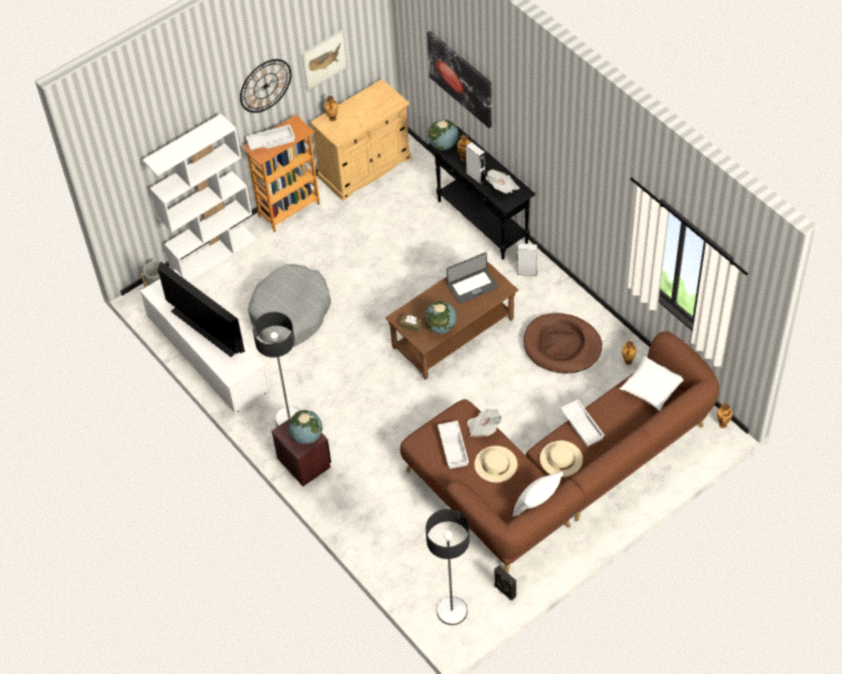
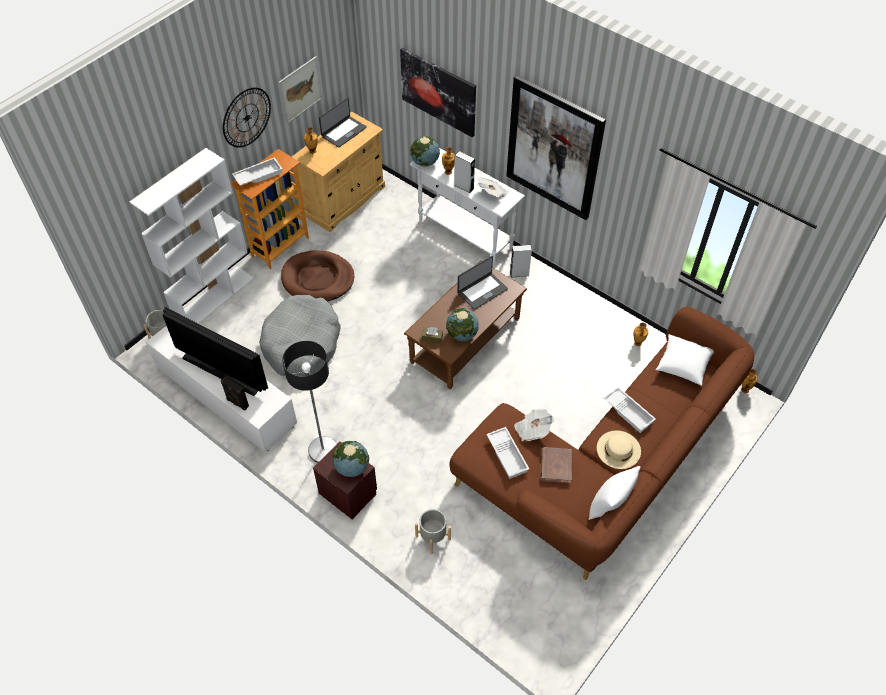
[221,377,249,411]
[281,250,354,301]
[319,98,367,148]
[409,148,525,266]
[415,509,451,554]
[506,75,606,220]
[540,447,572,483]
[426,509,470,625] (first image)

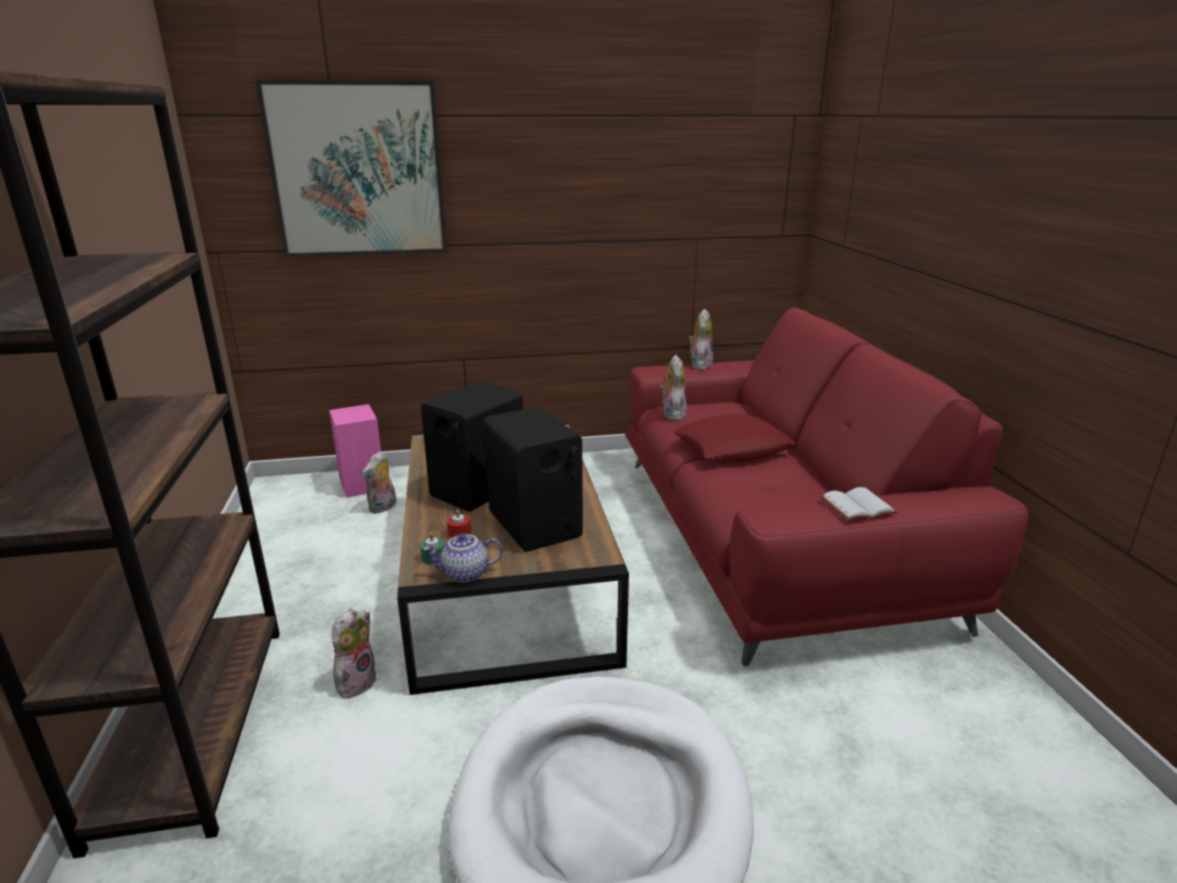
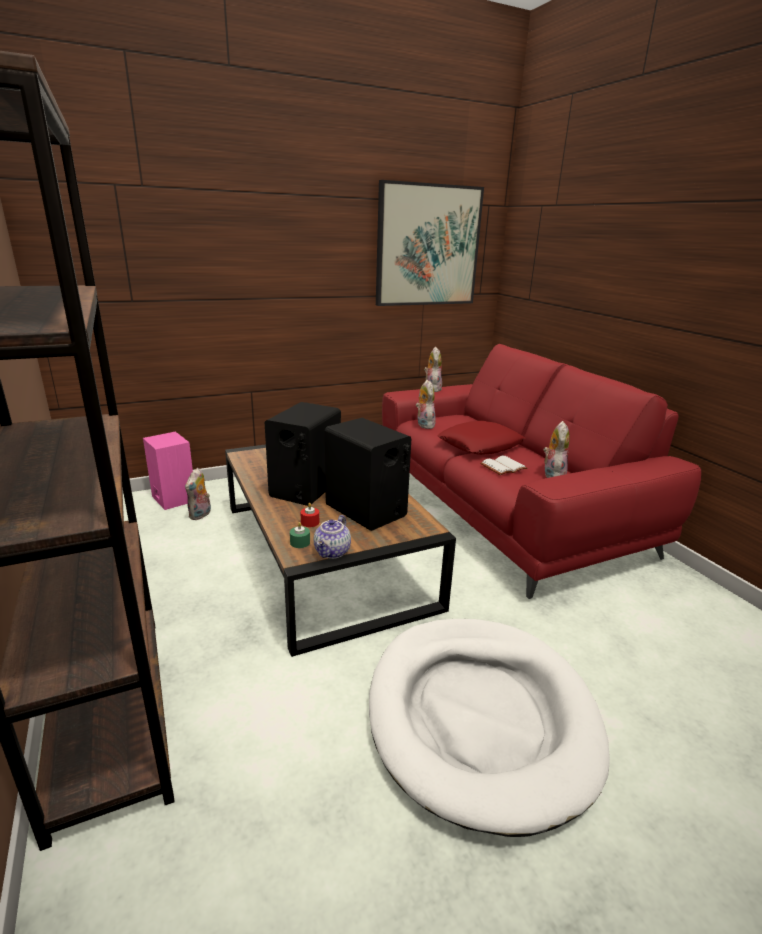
[314,515,351,559]
[376,180,484,306]
[480,456,528,475]
[544,421,570,478]

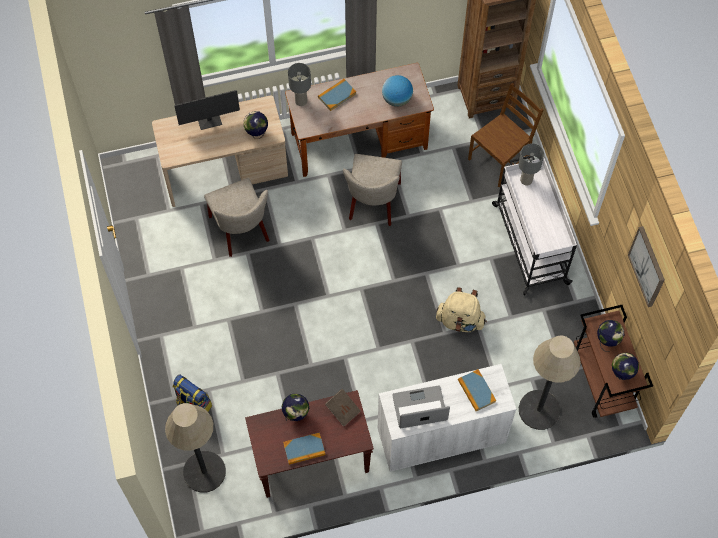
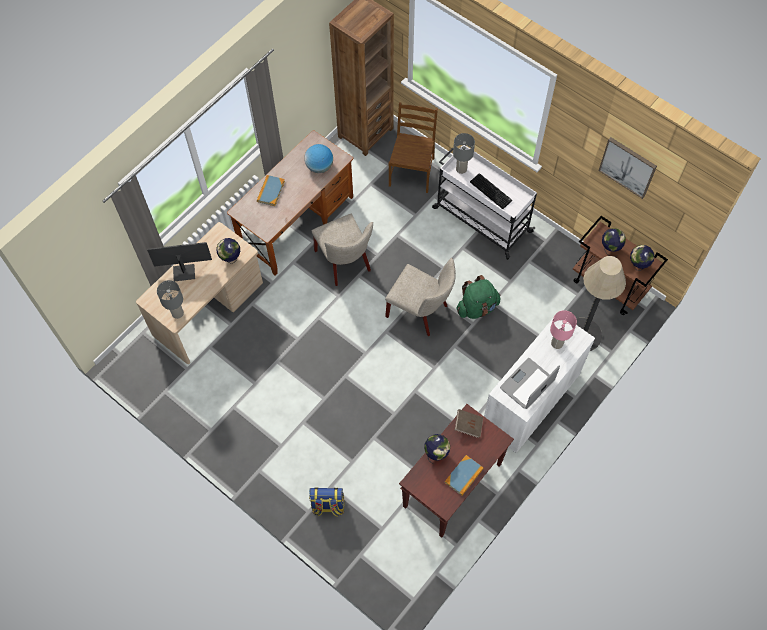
[147,242,212,281]
[157,280,184,319]
[385,258,456,336]
[456,275,501,319]
[470,173,512,209]
[550,310,577,349]
[165,403,226,493] (first image)

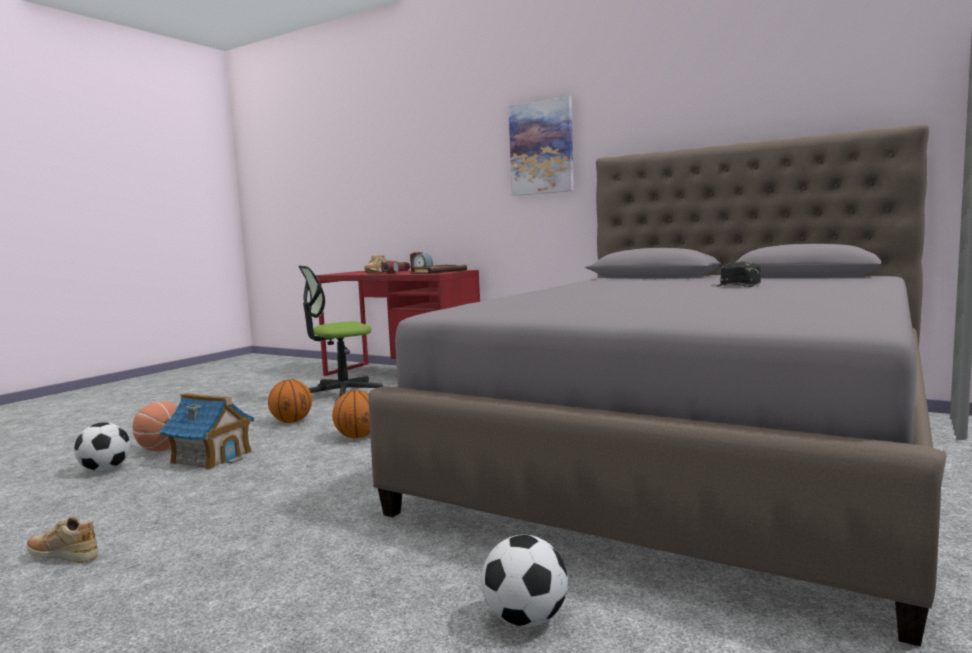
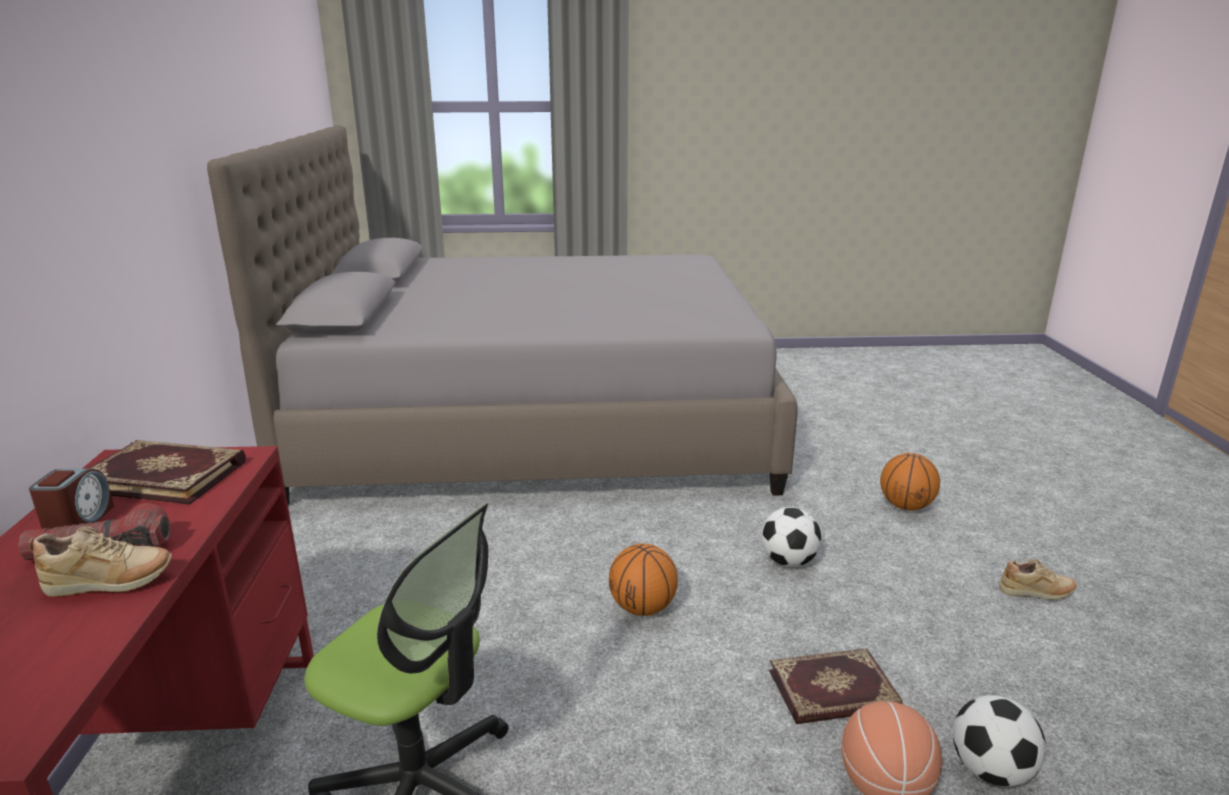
[761,507,821,567]
[769,648,902,724]
[880,453,940,511]
[999,559,1077,600]
[509,96,574,196] (first image)
[716,262,761,287] (first image)

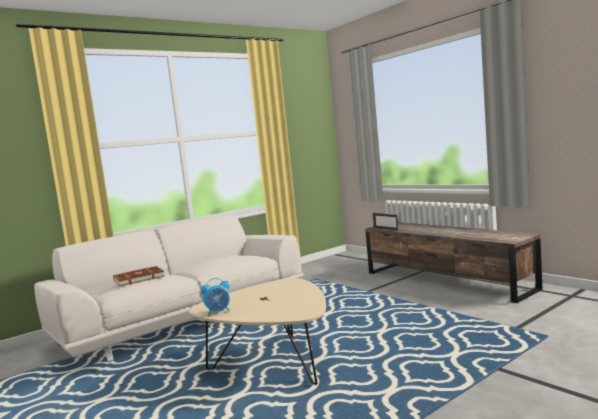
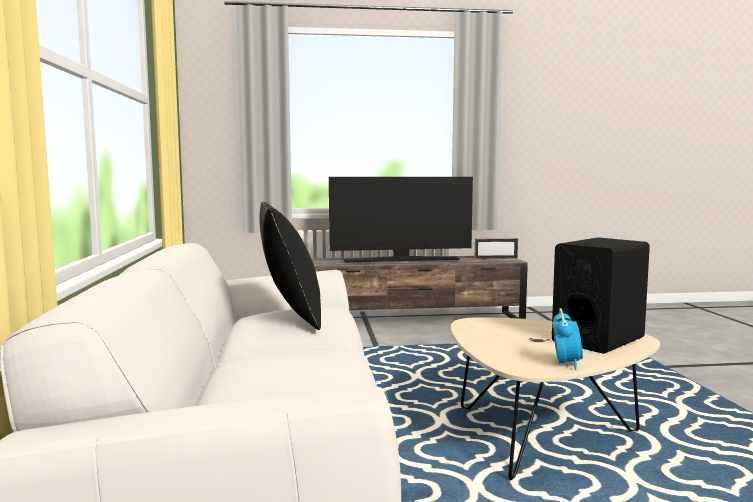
[259,202,321,330]
[329,177,473,262]
[475,238,518,259]
[552,237,650,354]
[113,266,164,287] (first image)

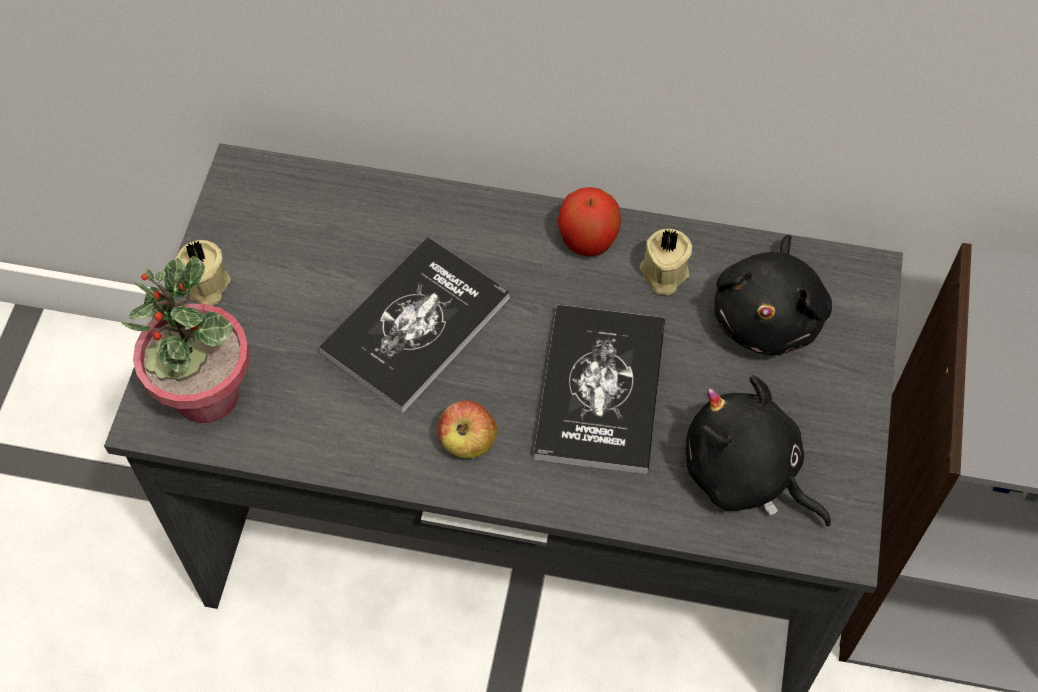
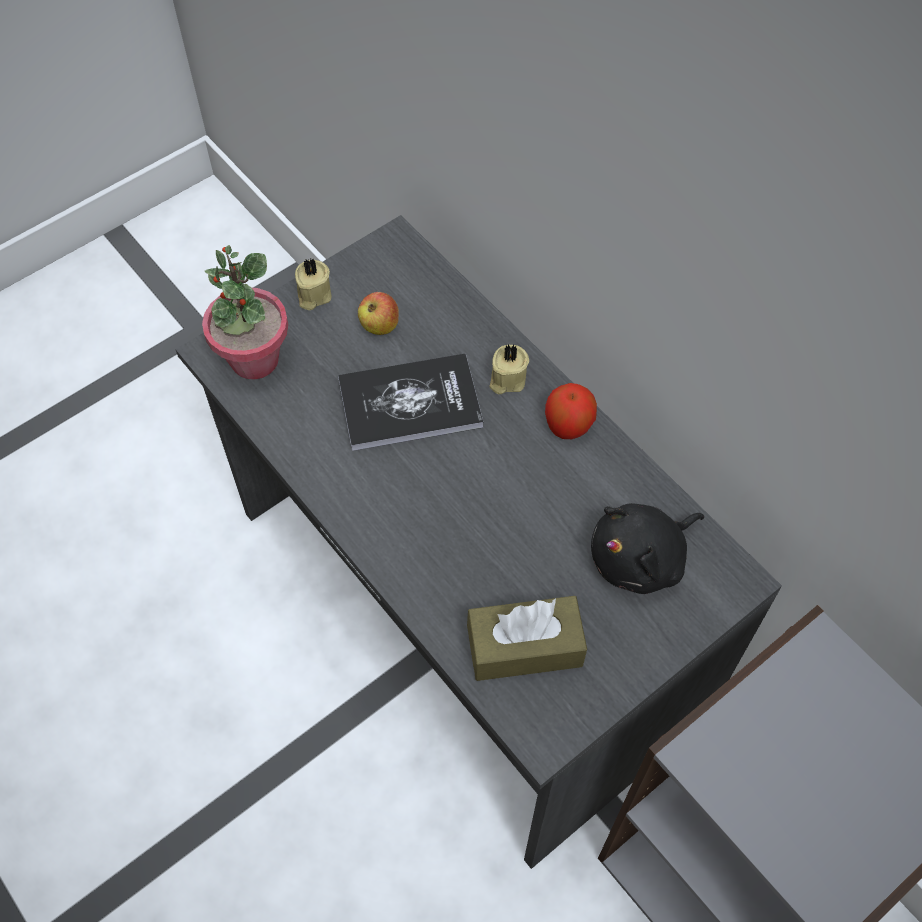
[358,292,399,335]
[467,596,587,681]
[489,344,529,394]
[534,305,665,474] (first image)

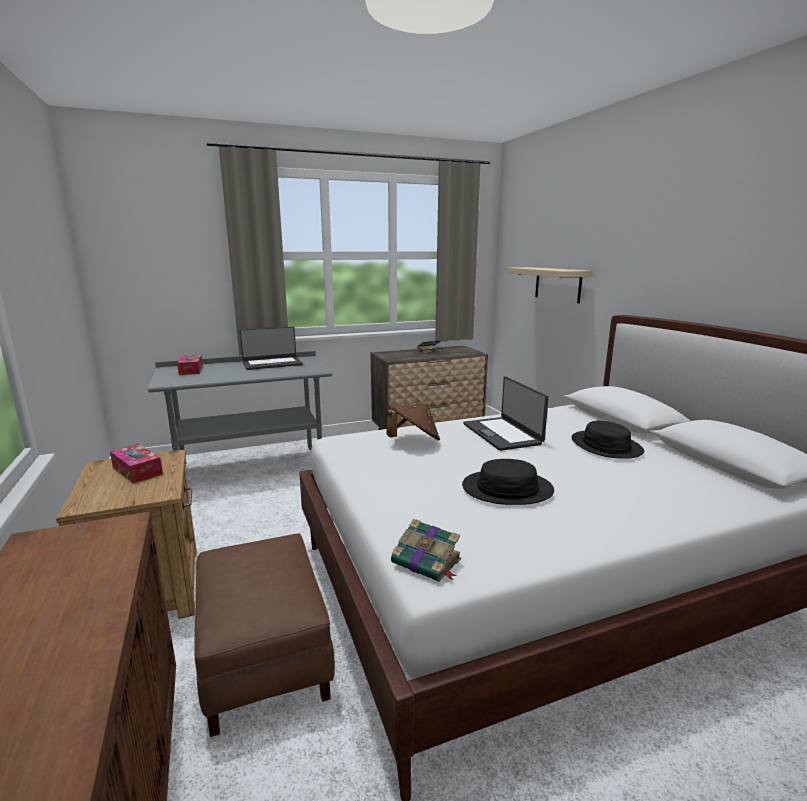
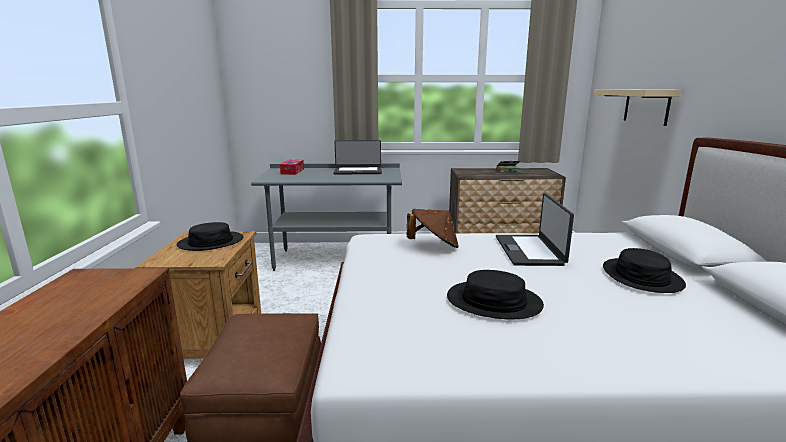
[177,222,243,251]
[391,519,461,582] (first image)

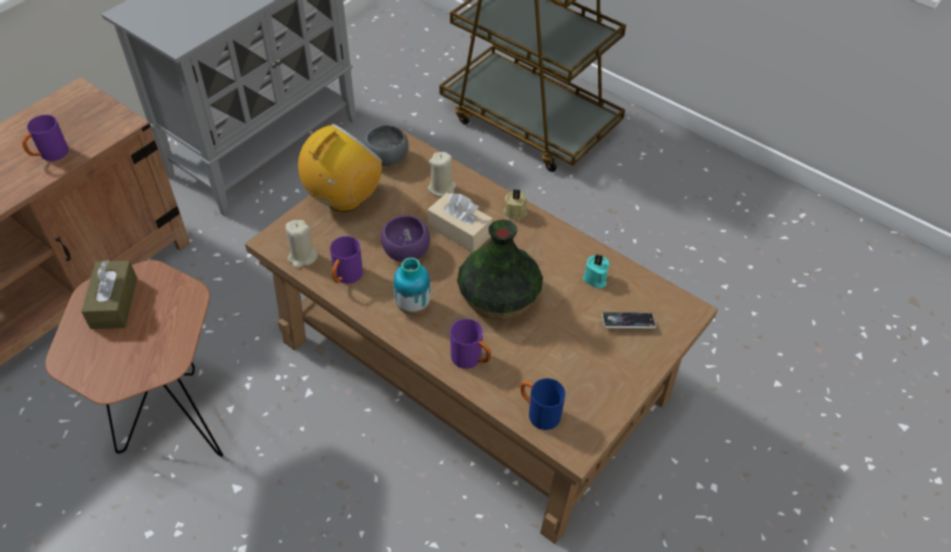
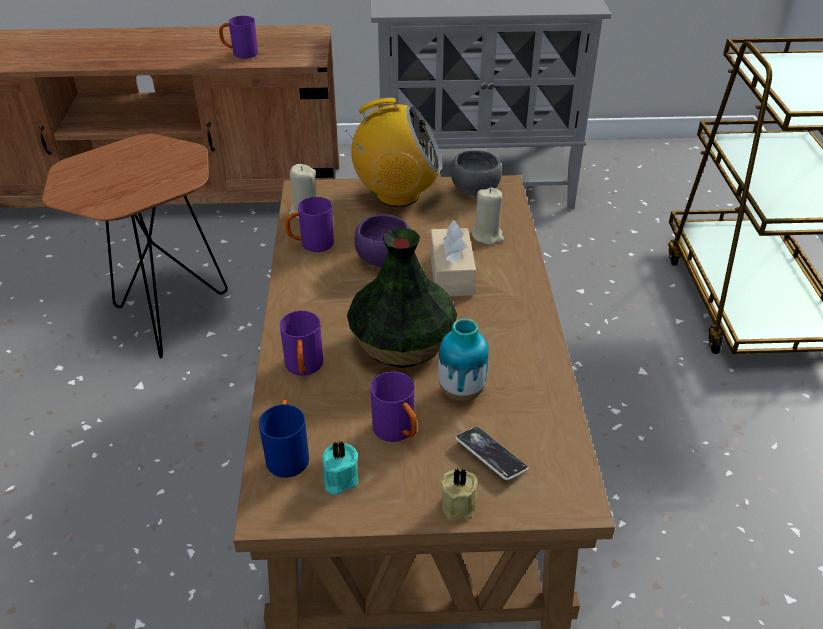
[323,441,358,495]
[370,371,417,442]
[438,318,489,402]
[440,468,478,520]
[81,260,137,329] (first image)

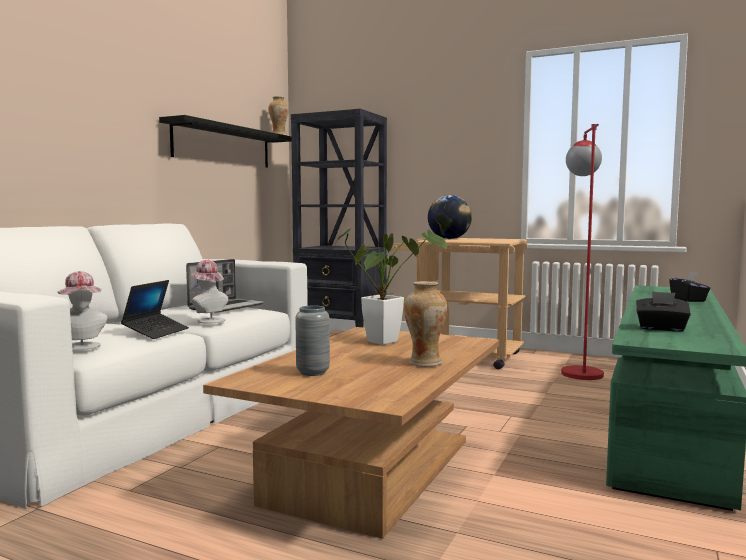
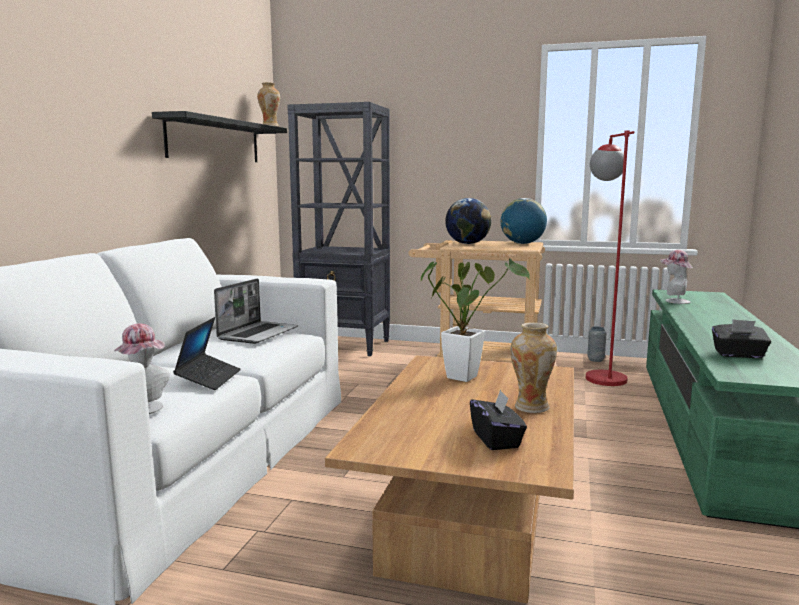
[470,389,527,450]
[501,198,547,244]
[587,327,607,362]
[660,250,693,304]

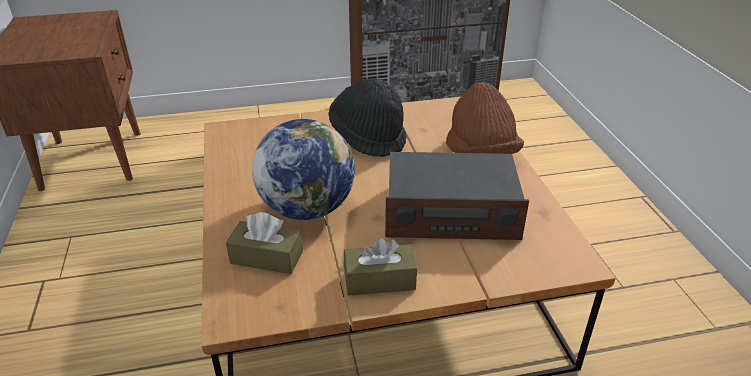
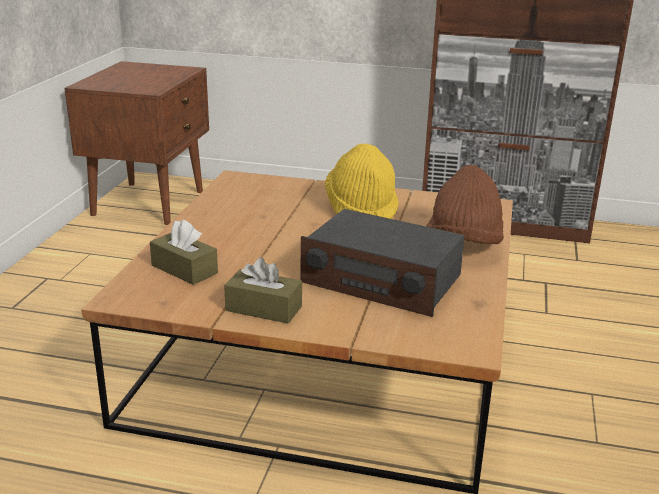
[325,143,399,219]
[252,119,355,220] (first image)

